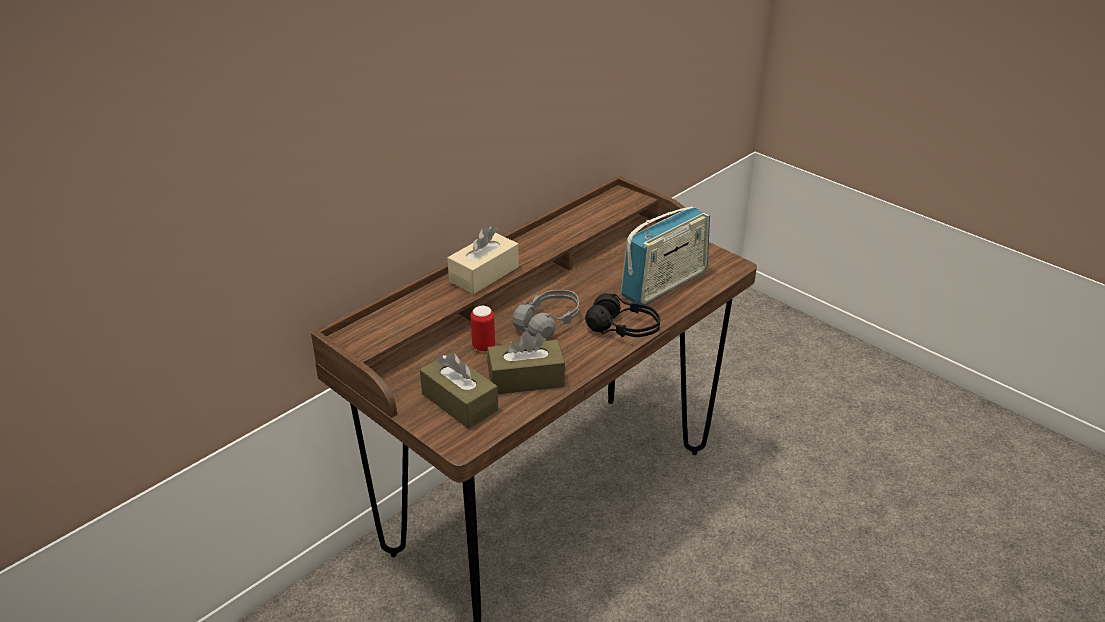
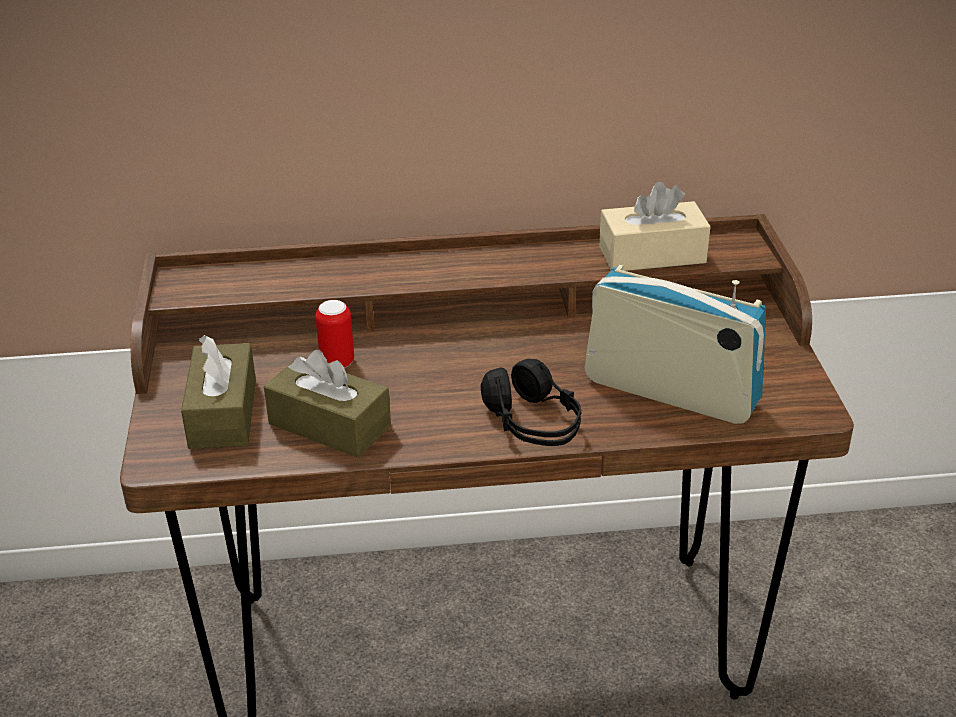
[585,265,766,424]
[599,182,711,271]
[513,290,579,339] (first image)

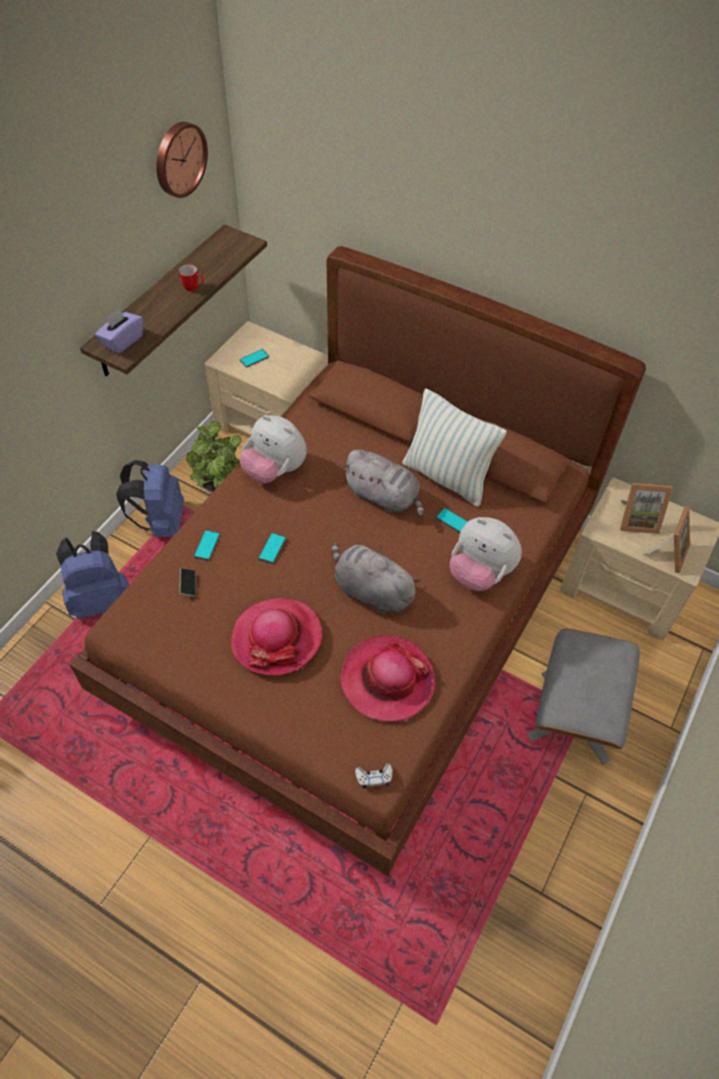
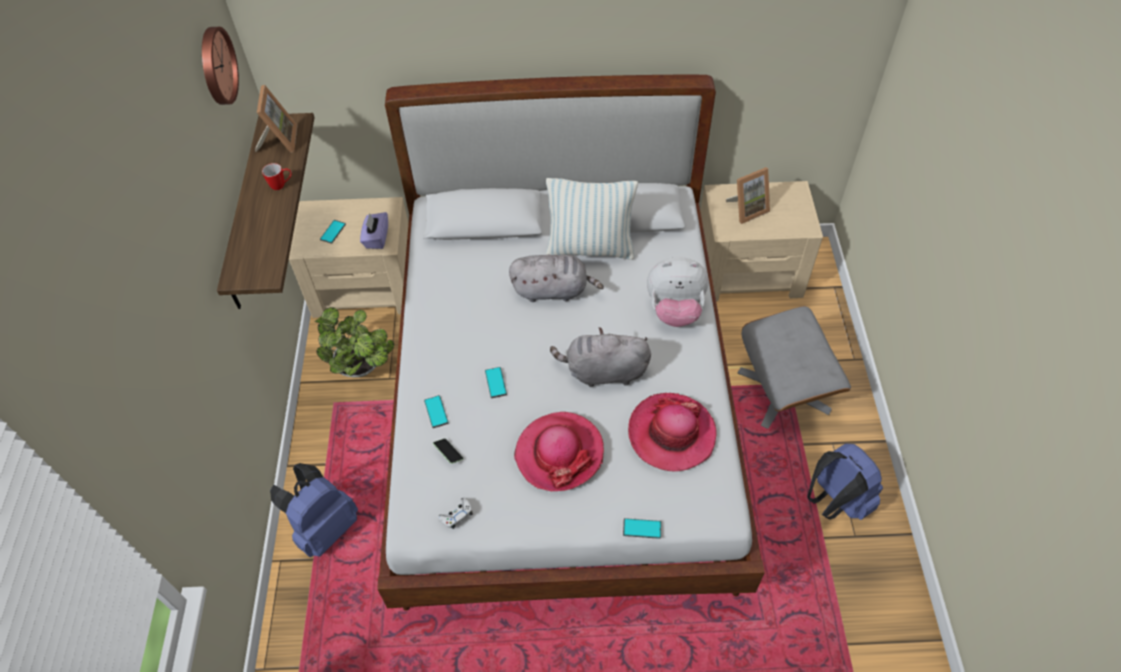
[255,85,297,153]
[360,212,388,249]
[377,75,765,611]
[438,498,473,529]
[623,518,661,539]
[807,444,883,520]
[239,415,307,483] (first image)

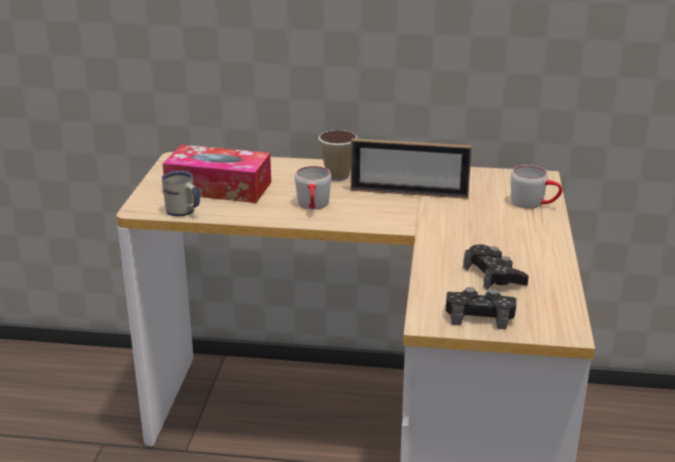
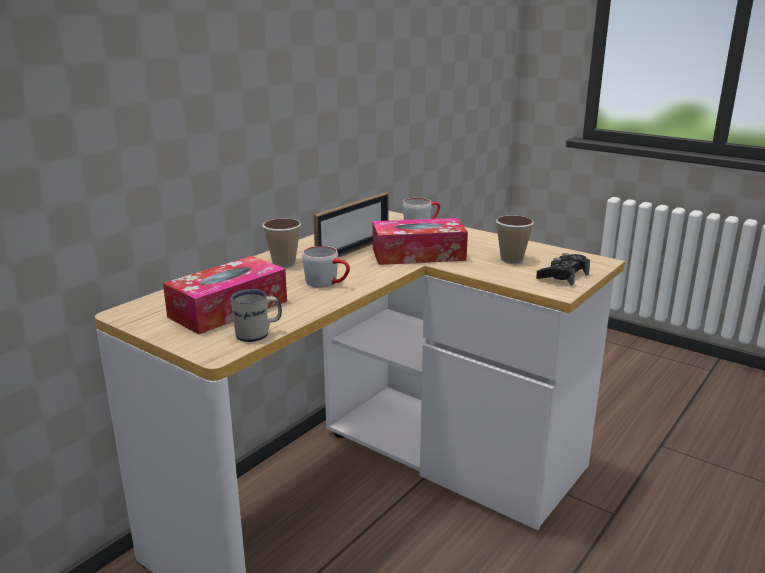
[373,218,468,265]
[496,215,534,263]

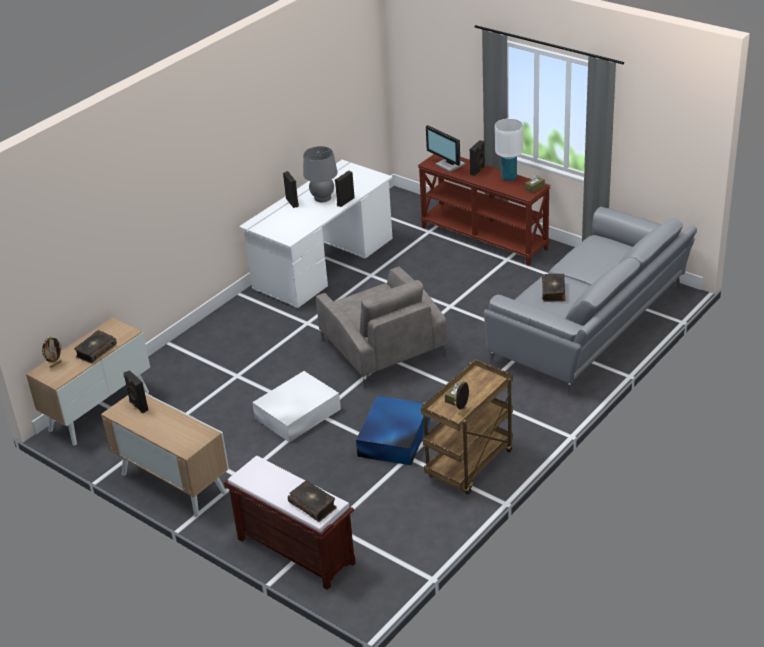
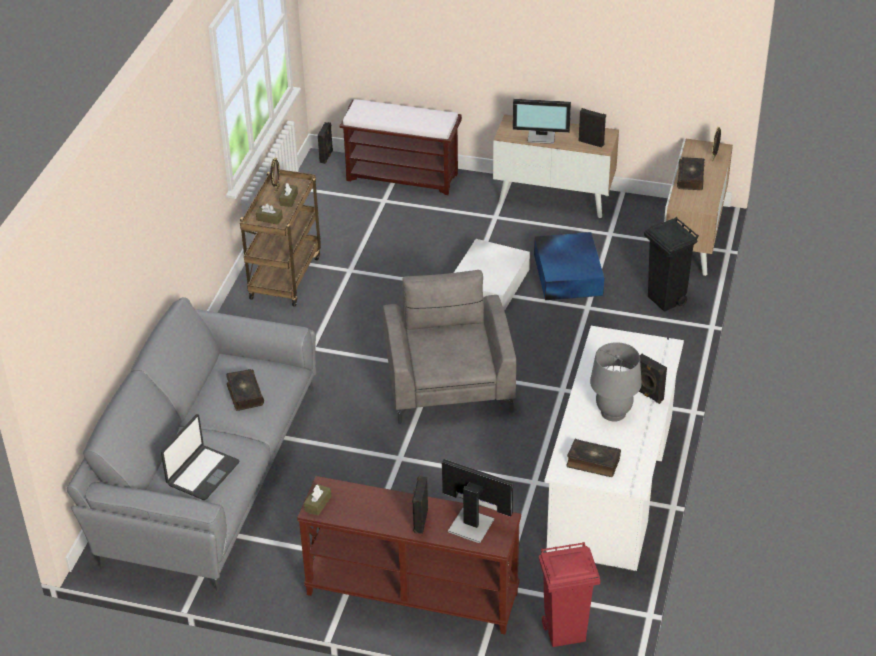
[161,414,240,500]
[256,203,283,225]
[318,122,333,164]
[383,270,516,424]
[513,99,571,144]
[534,232,604,300]
[539,542,600,647]
[566,439,621,477]
[644,217,699,312]
[495,118,523,181] (first image)

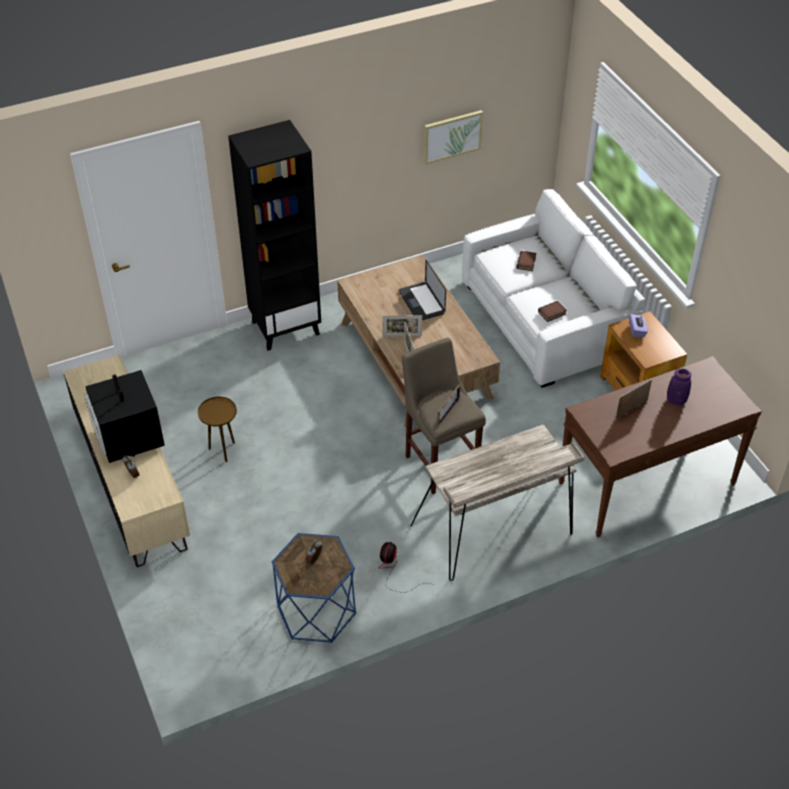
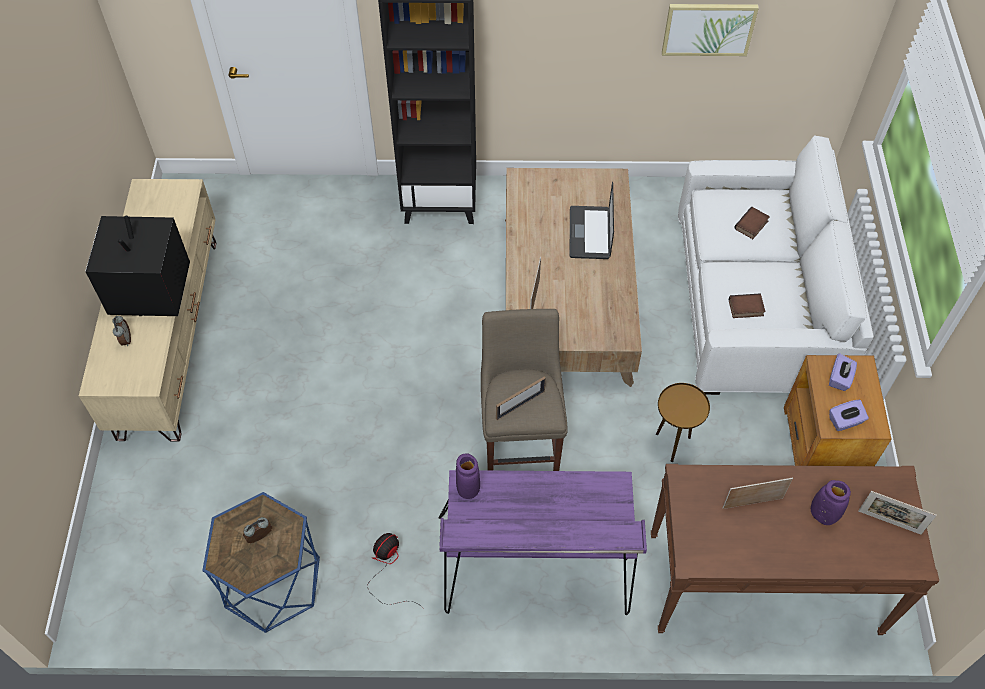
[439,470,647,615]
[456,453,480,499]
[656,383,710,462]
[829,400,869,431]
[858,491,937,535]

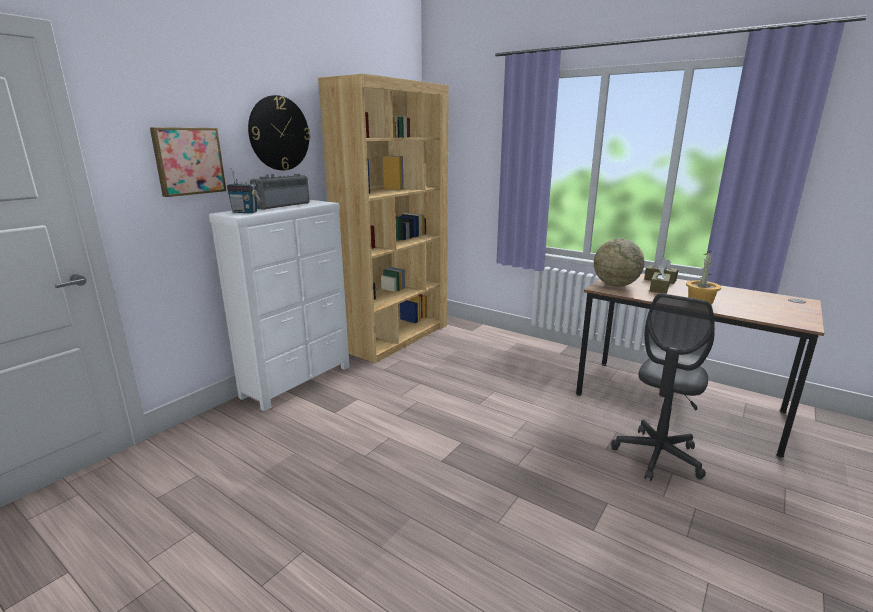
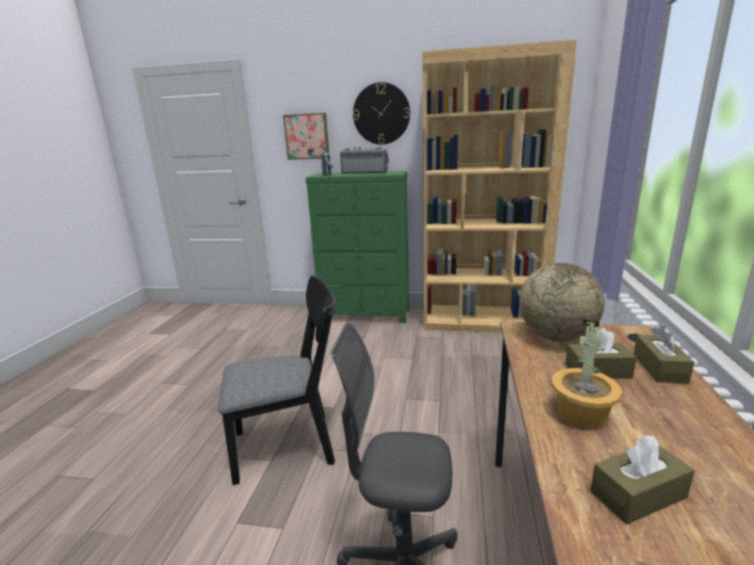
[218,276,336,485]
[305,171,409,323]
[590,434,695,524]

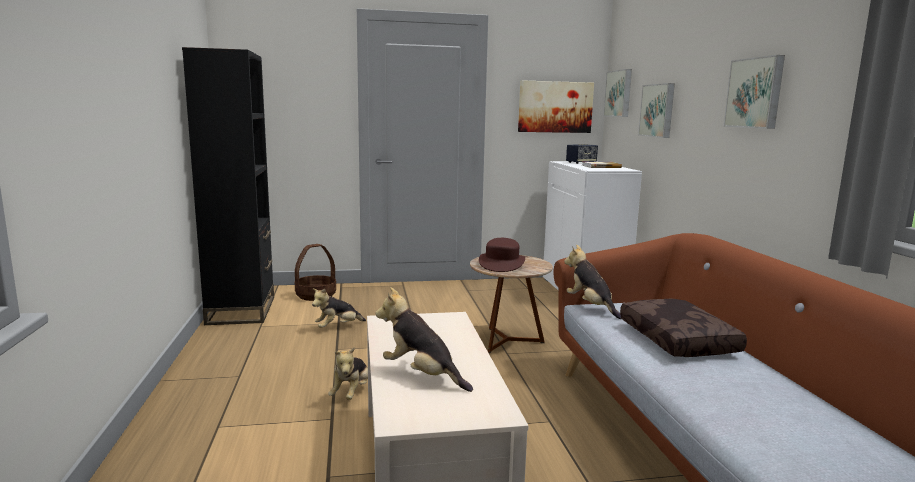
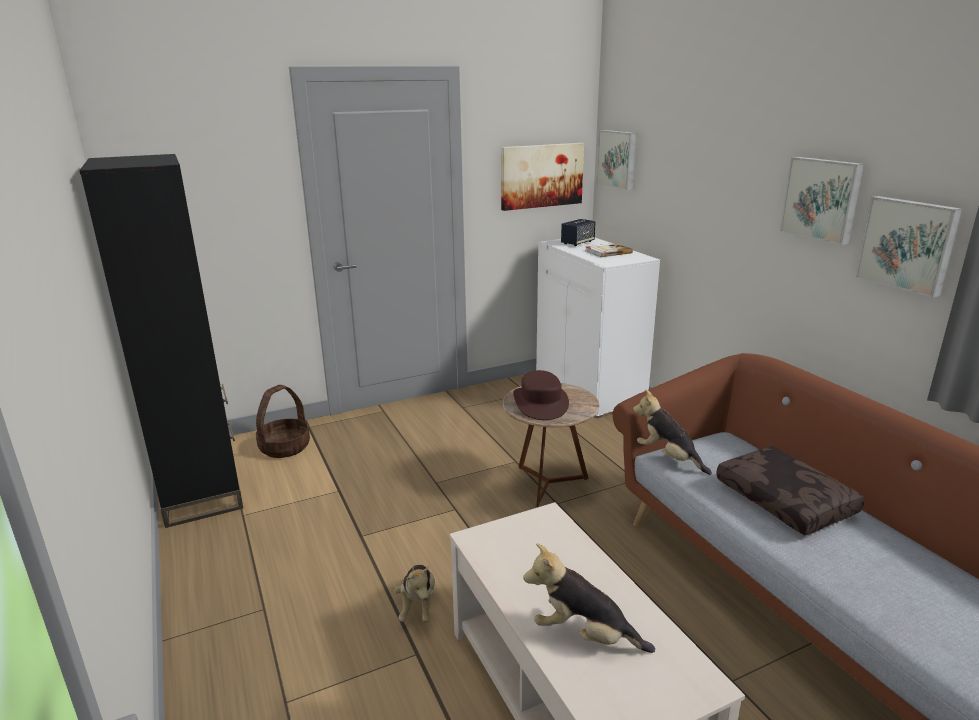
[855,196,962,298]
[312,288,366,328] (first image)

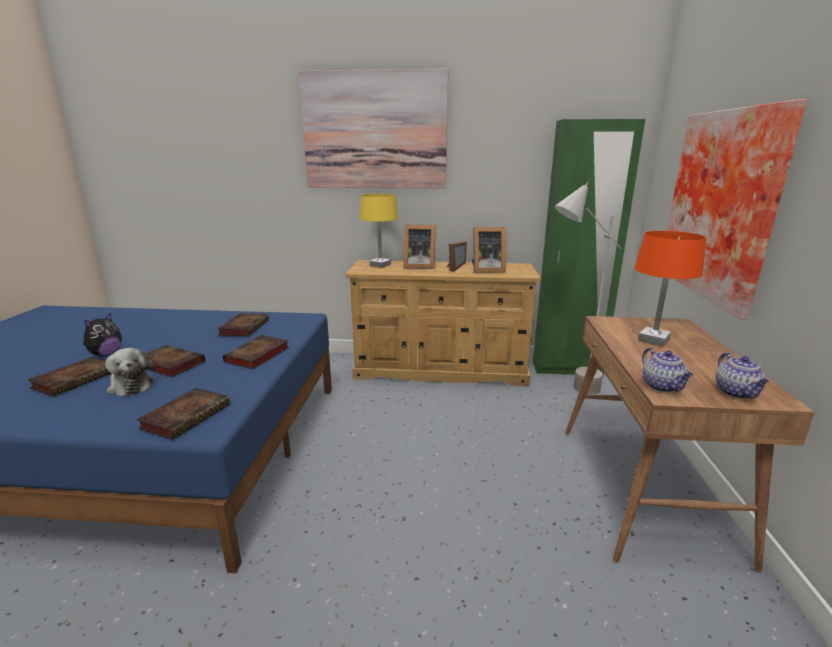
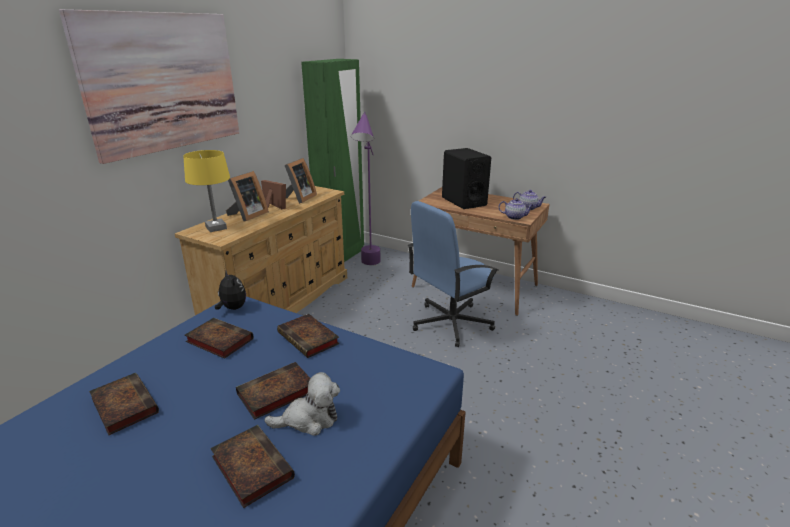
[89,373,159,435]
[215,271,246,310]
[351,112,381,265]
[407,201,499,347]
[442,148,491,209]
[667,99,807,320] (first image)

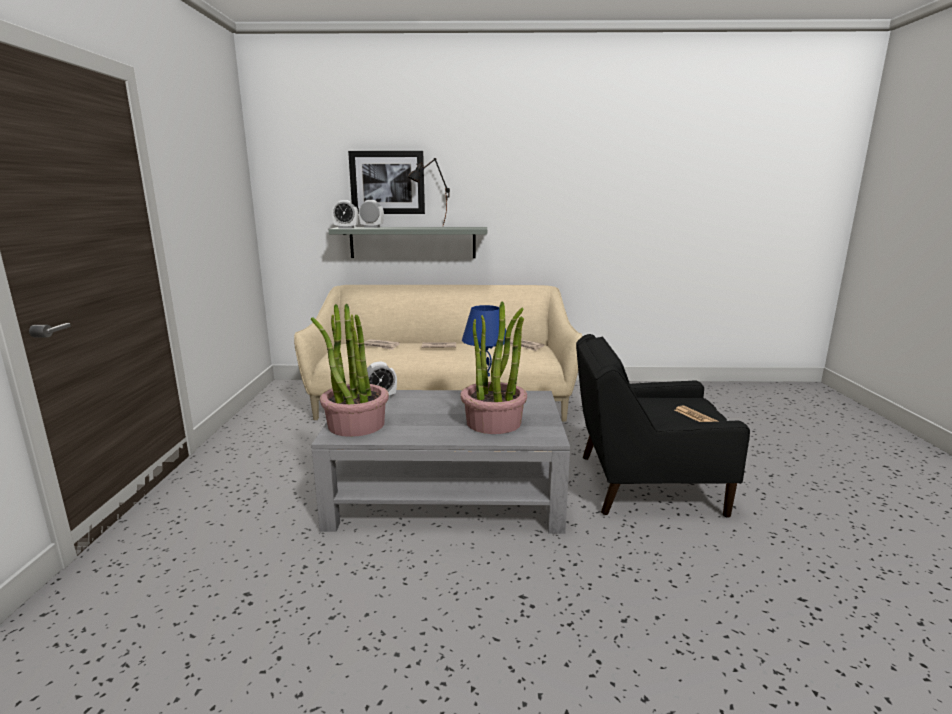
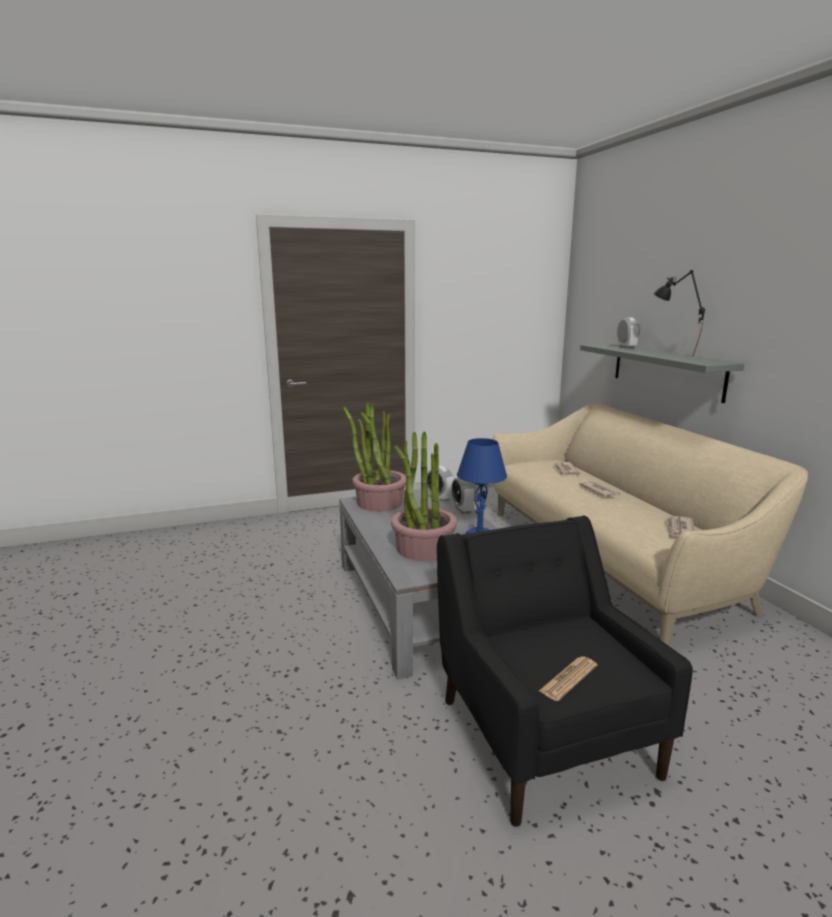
[452,478,476,514]
[348,151,425,214] (first image)

